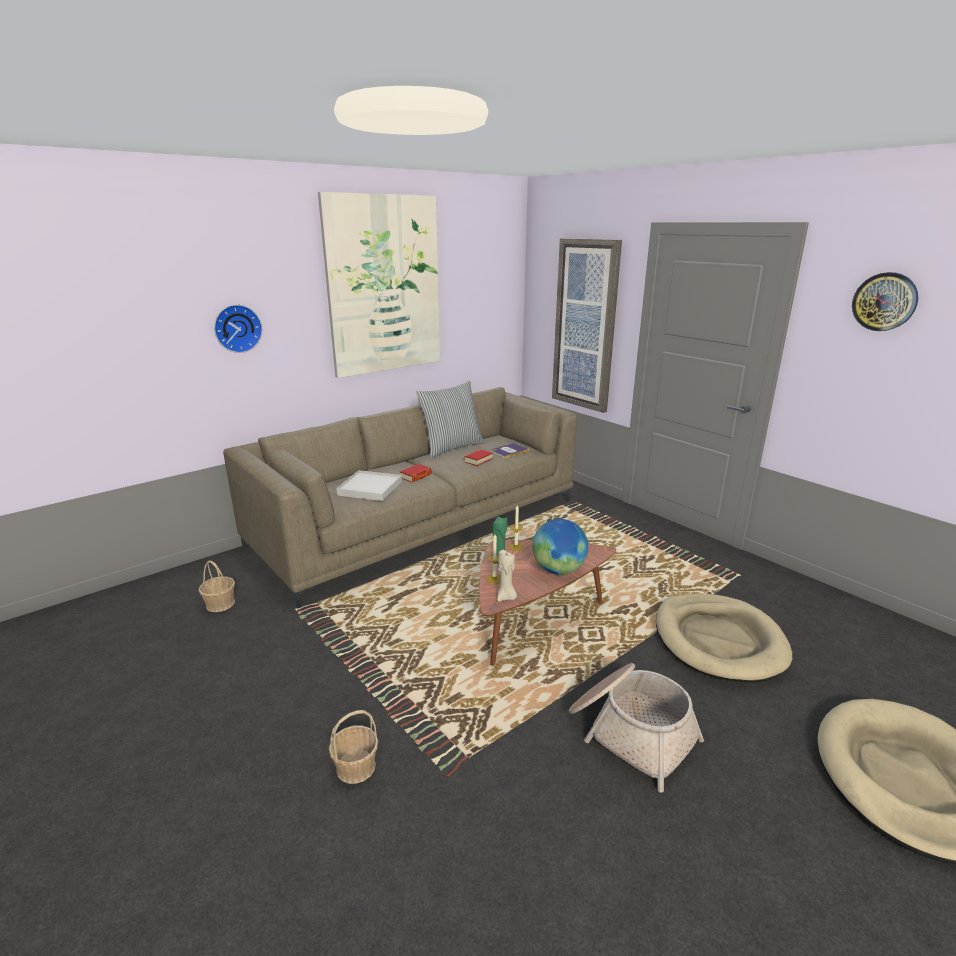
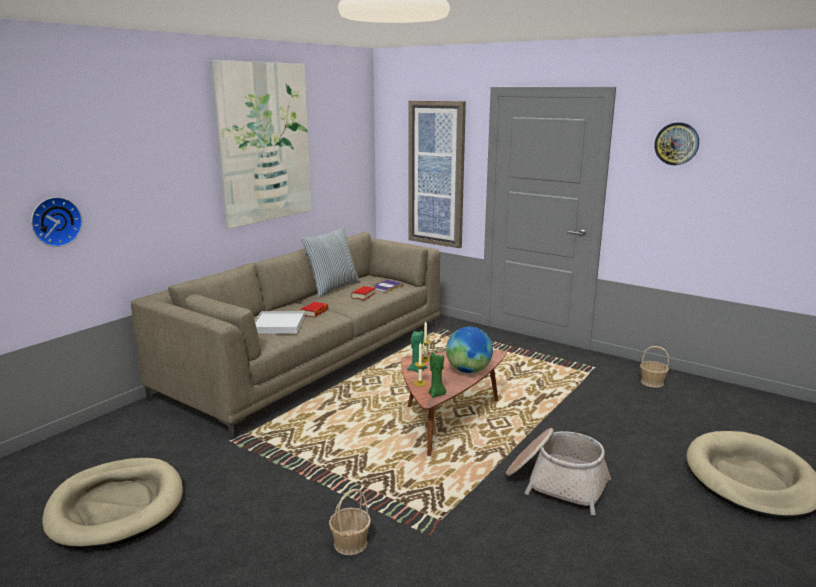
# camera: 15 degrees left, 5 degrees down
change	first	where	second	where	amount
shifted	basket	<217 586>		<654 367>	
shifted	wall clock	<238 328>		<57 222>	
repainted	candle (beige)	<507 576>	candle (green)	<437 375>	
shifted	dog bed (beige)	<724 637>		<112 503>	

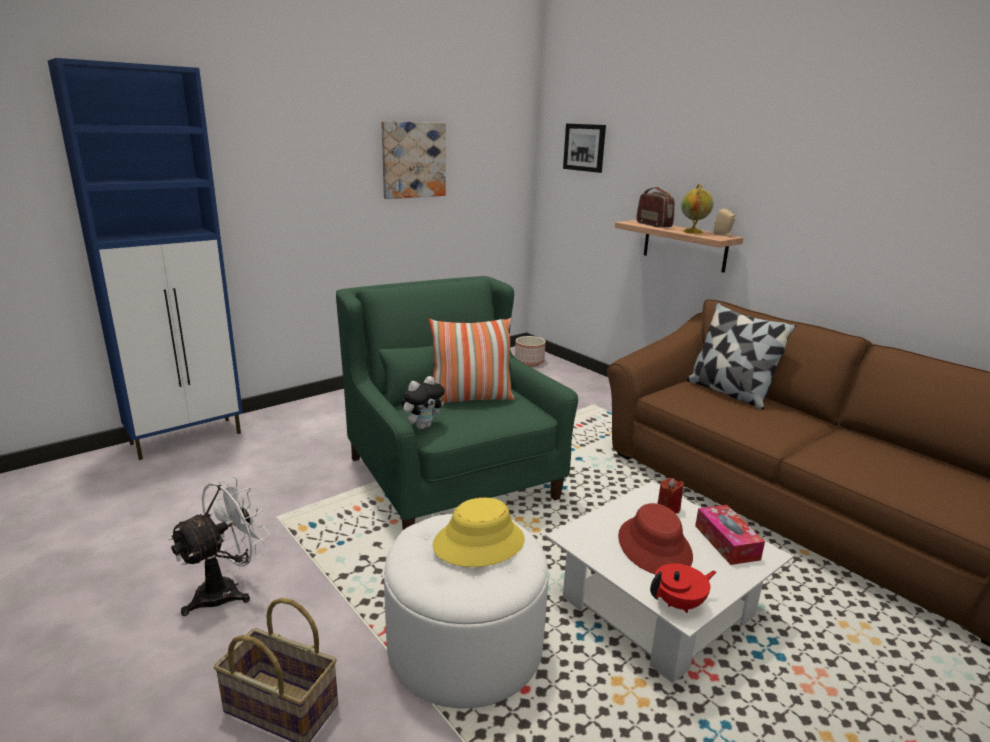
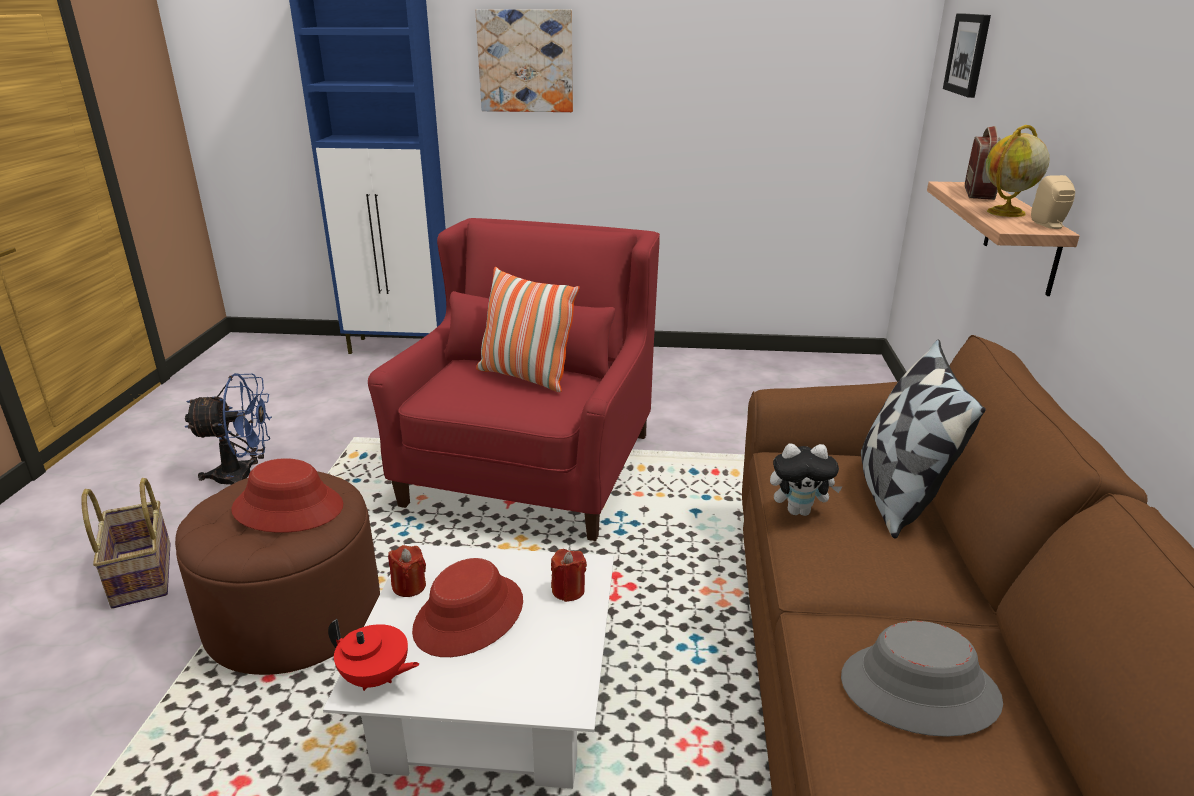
# camera: 45 degrees right, 5 degrees up
change	first	where	second	where	amount
repainted	fan (white)	<219 546>	fan (blue)	<228 429>	
repainted	armchair (green)	<457 403>	armchair (red)	<514 379>	
shifted	picture	<413 160>		<524 60>	
repainted	ottoman (white)	<466 611>	ottoman (brown)	<277 573>	
shifted	plush toy	<423 402>		<806 480>	
repainted	hat (yellow)	<479 532>	hat (red)	<287 495>	
gone	planter	<530 351>			
gone	tissue box	<730 535>			
new			candle (red)	<407 571>	
new			hat (grey)	<922 679>	

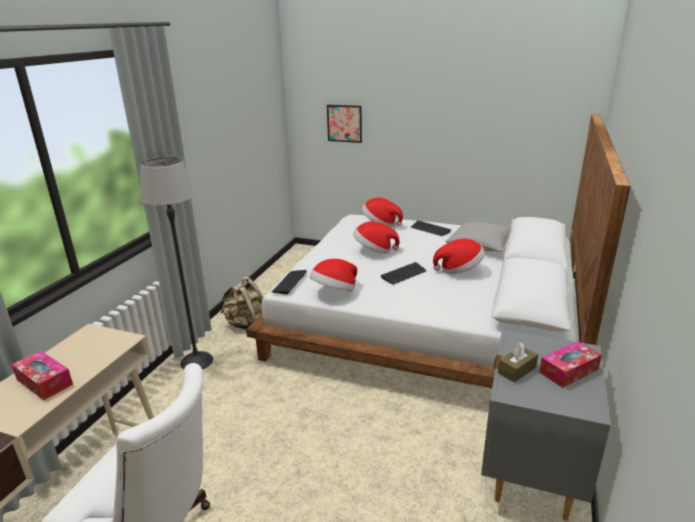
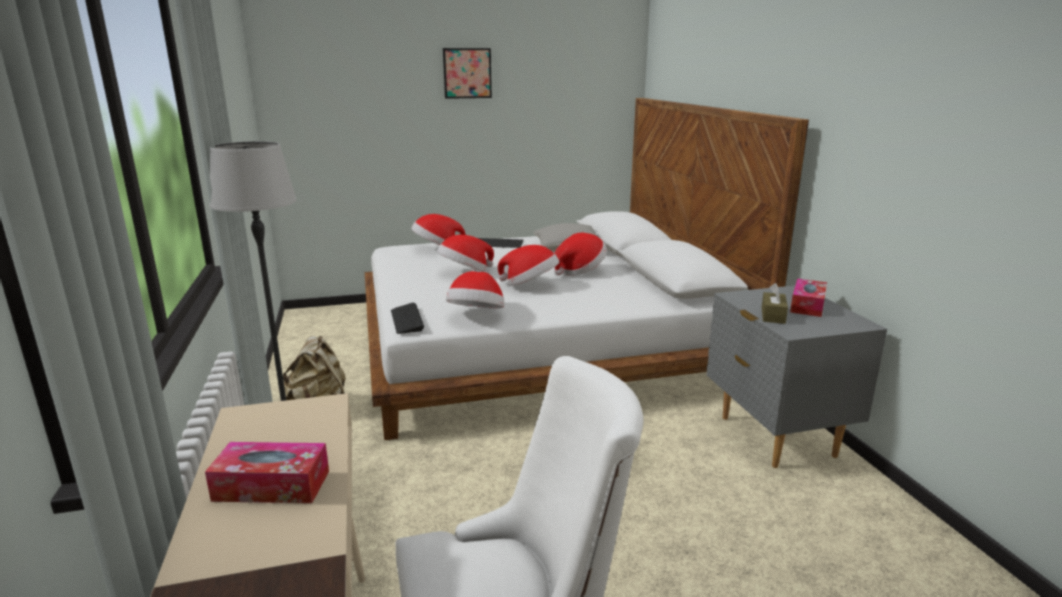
# camera: 35 degrees left, 5 degrees down
change	first	where	second	where	amount
shifted	picture	<344 124>		<467 73>	
swapped	keyboard	<403 273>	hat	<528 265>	

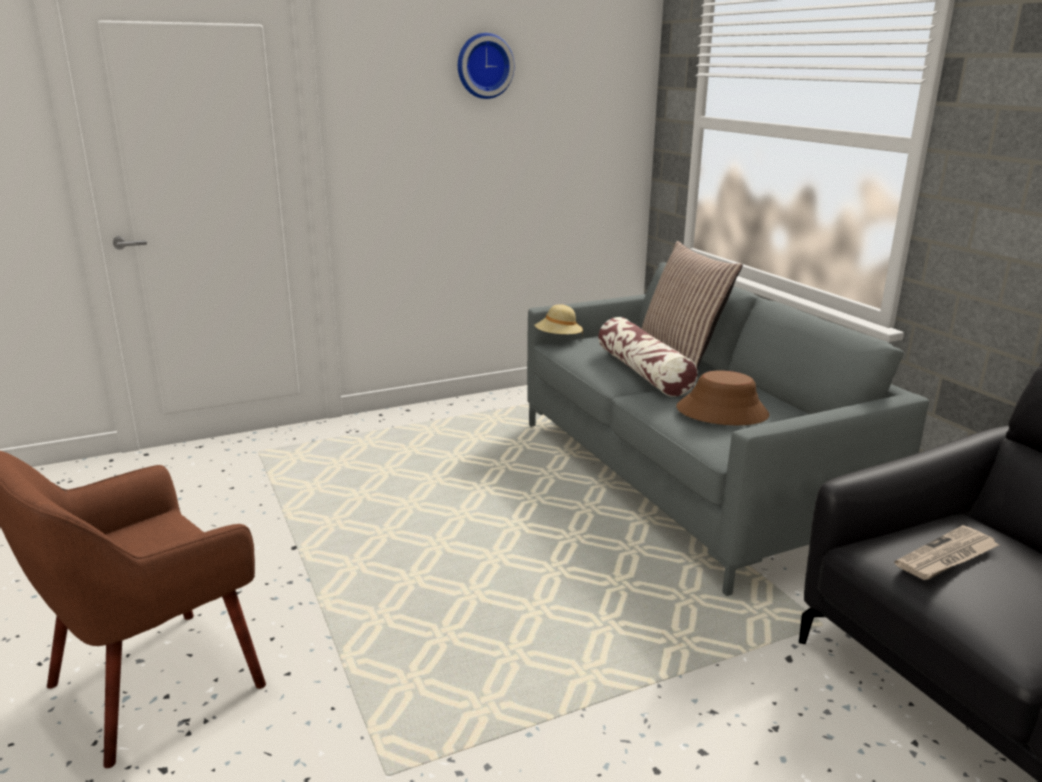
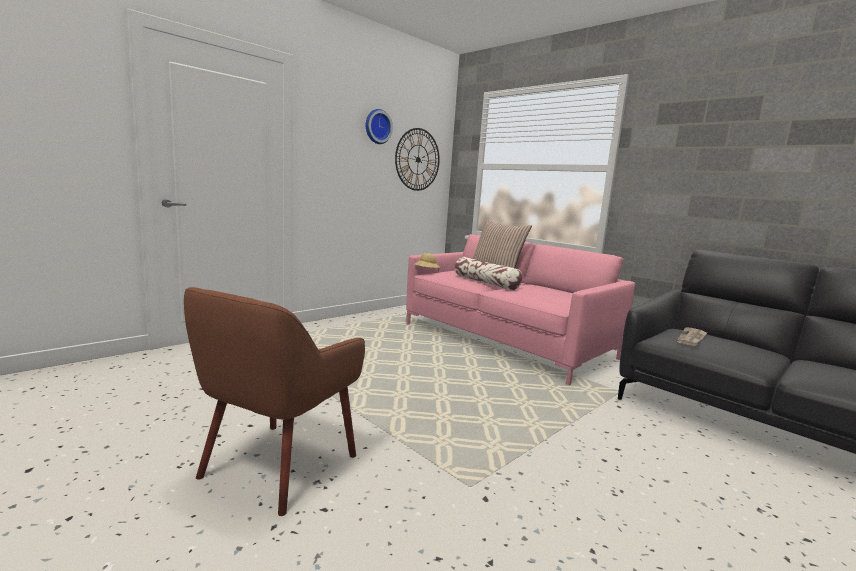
# camera: 20 degrees left, 10 degrees down
change	first	where	second	where	amount
repainted	sofa (grey)	<728 429>	sofa (pink)	<520 309>	
gone	hat (brown)	<722 398>			
new			wall clock	<417 159>	

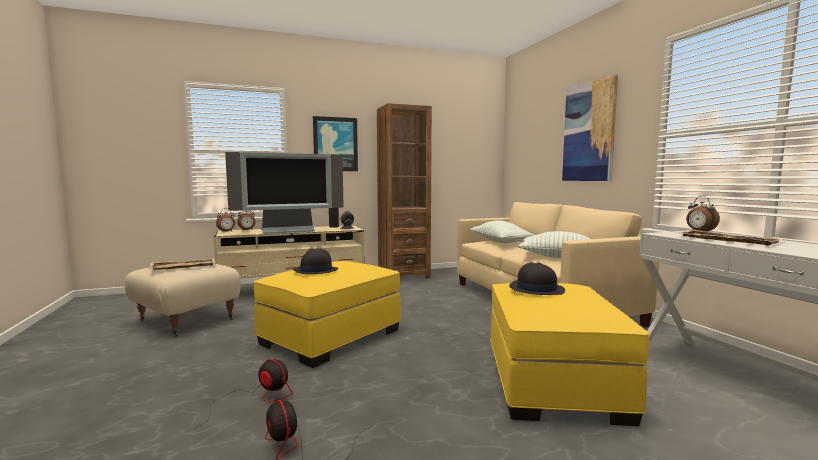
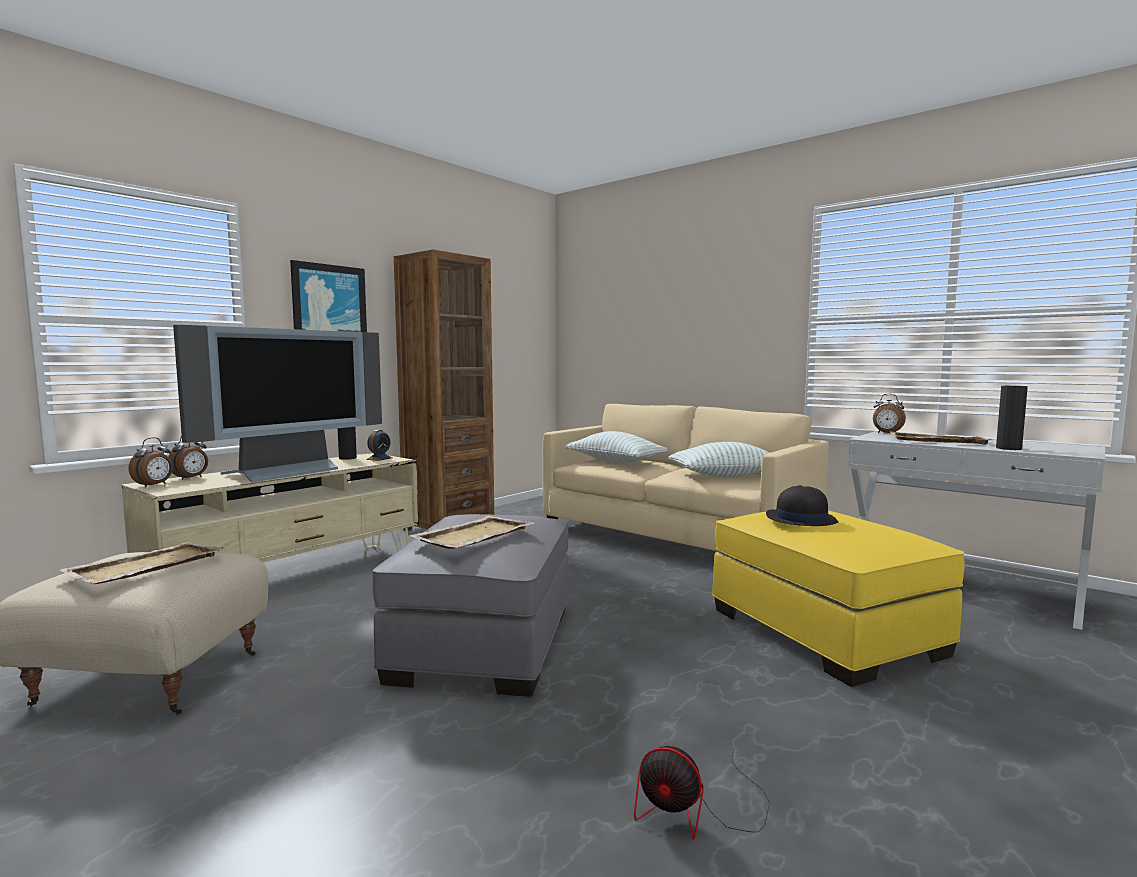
# camera: 30 degrees left, 0 degrees up
change	first	where	second	where	amount
gone	fan	<243 394>			
repainted	ottoman (yellow)	<327 314>	ottoman (grey)	<470 605>	
swapped	hat (black)	<315 261>	tray (beige)	<471 532>	
gone	picture	<590 128>			
new			vase (black)	<1012 418>	

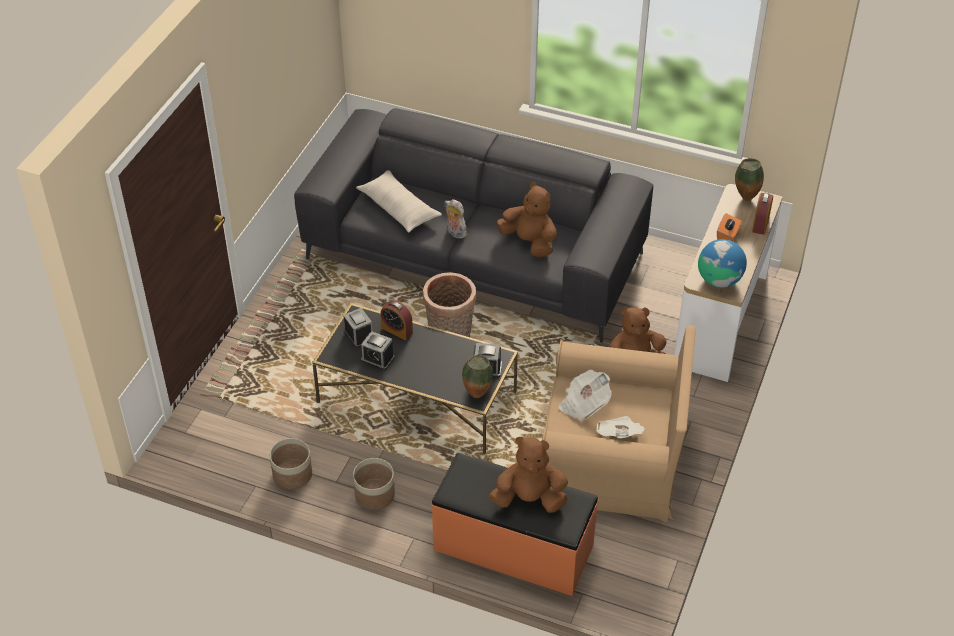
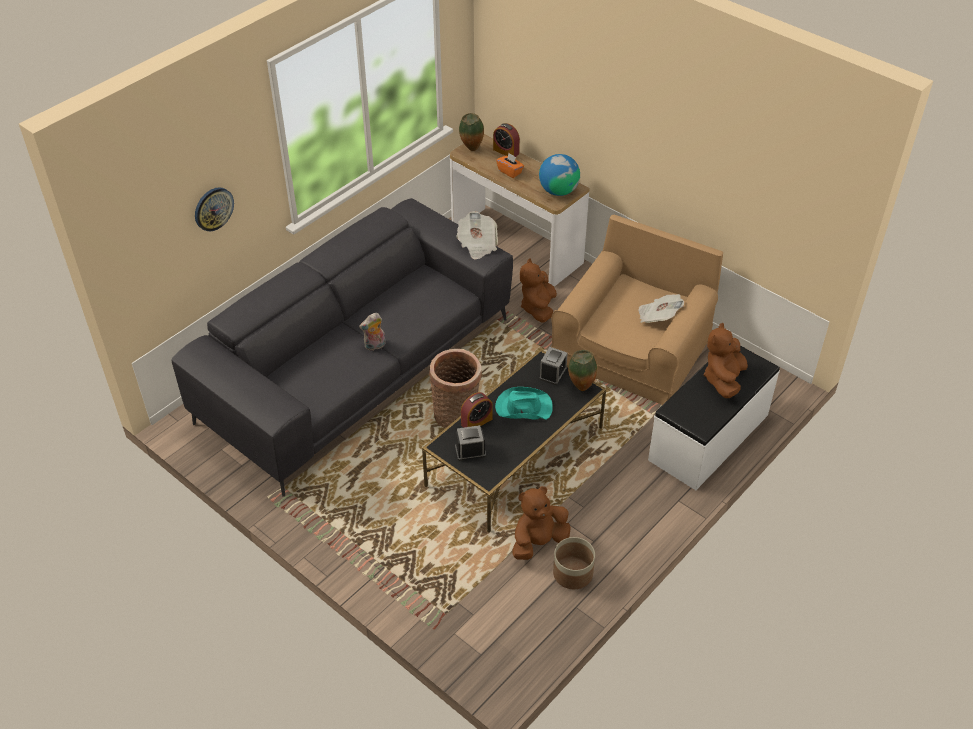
# camera: 70 degrees left, 0 degrees up
change	first	where	second	where	amount
gone	planter	<374 484>			
gone	pillow (beige)	<399 201>			
gone	alarm clock	<378 350>			
repainted	bench (orange)	<515 524>	bench (white)	<714 417>	
shifted	plush toy (brown)	<526 219>		<541 523>	
shifted	newspaper	<585 395>		<477 235>	
new			wall clock	<214 209>	
new			hat (turquoise)	<524 403>	

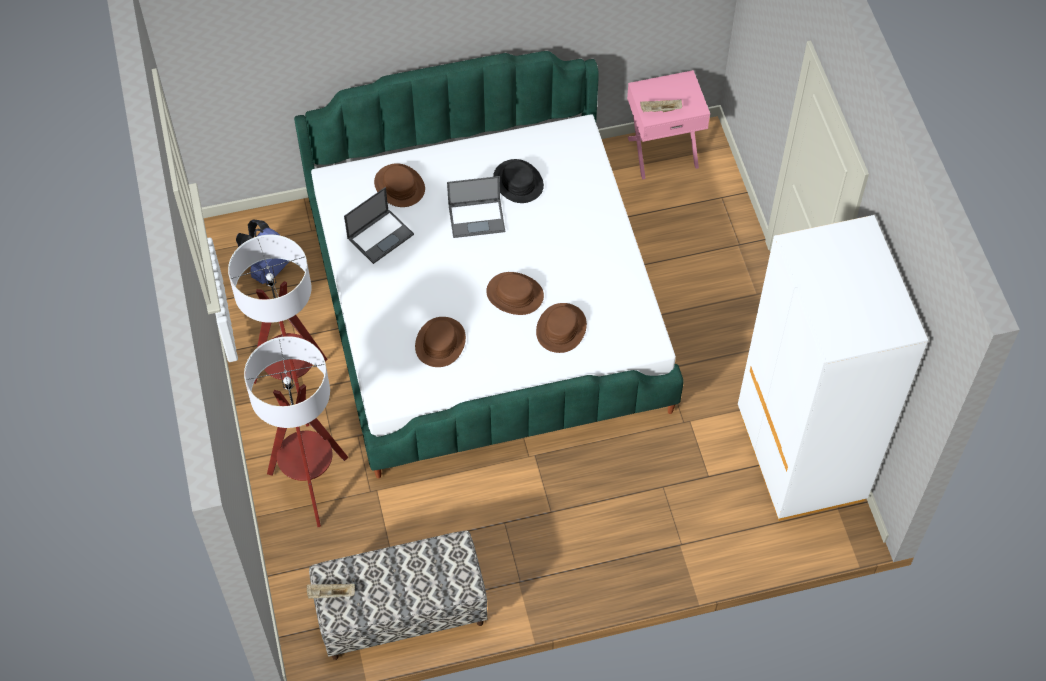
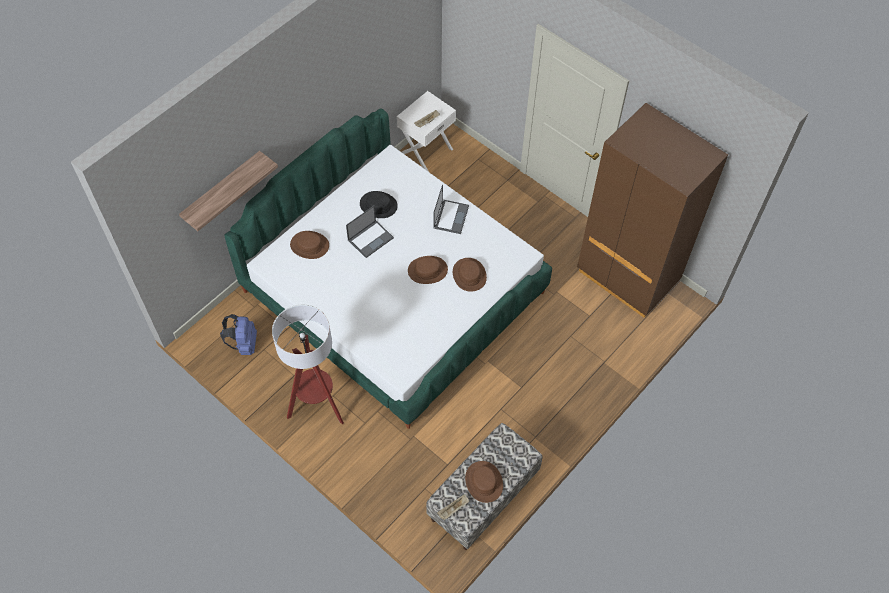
# camera: 35 degrees left, 0 degrees up
change	first	where	second	where	amount
gone	floor lamp	<296 431>			
shifted	laptop	<379 225>		<451 209>	
shifted	hat (brown)	<440 342>		<484 482>	
repainted	nightstand (pink)	<668 125>	nightstand (white)	<426 131>	
repainted	wardrobe (white)	<833 368>	wardrobe (brown)	<652 210>	
new			shelf	<228 191>	

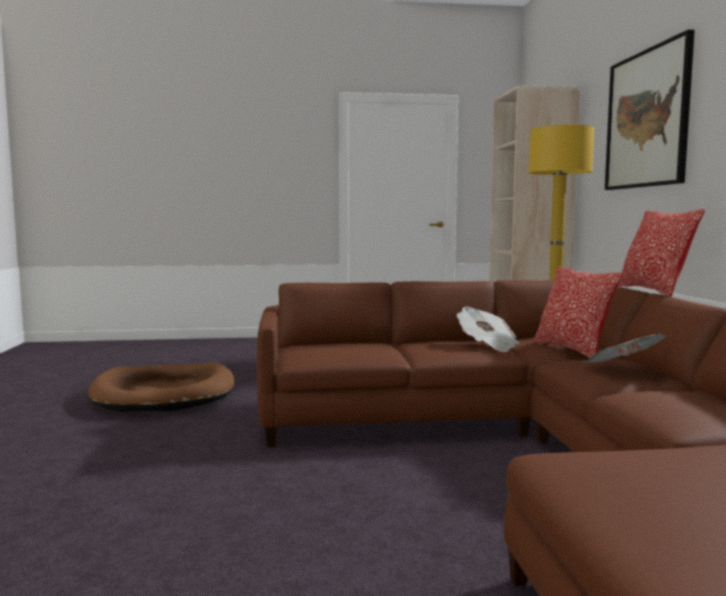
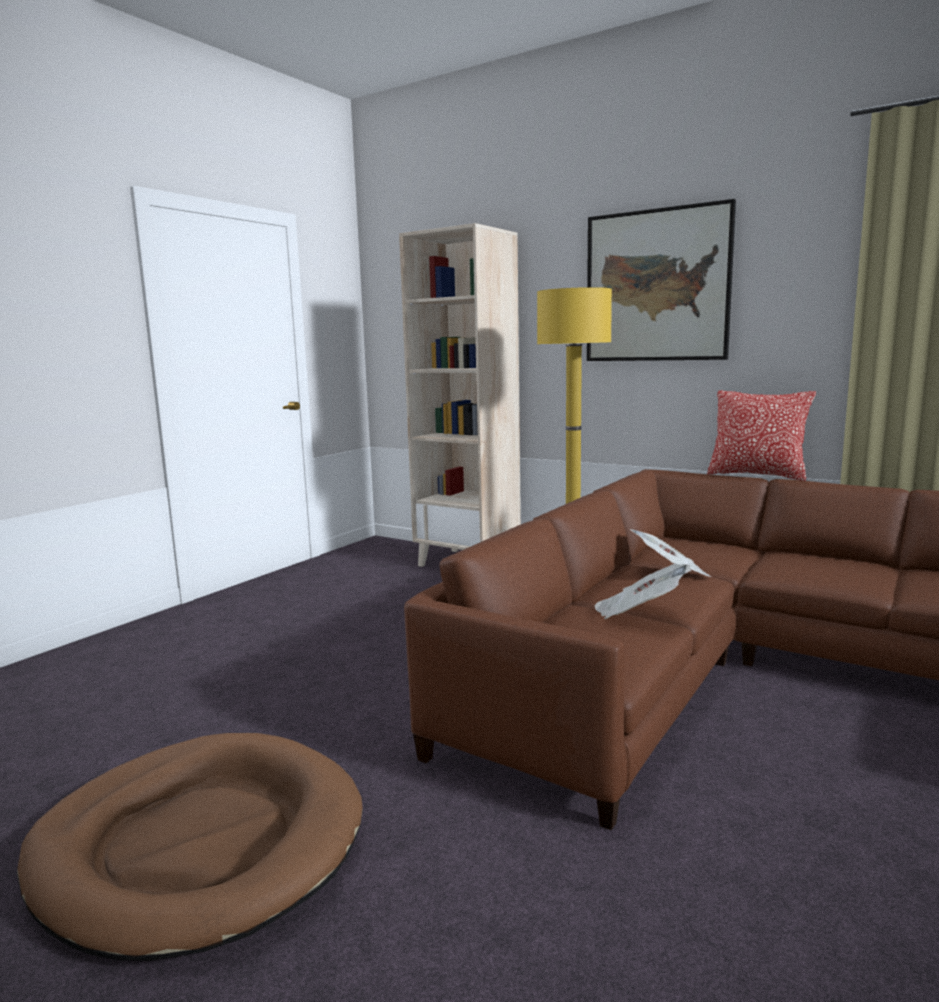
# camera: 50 degrees left, 5 degrees up
change	first	where	second	where	amount
gone	pillow	<578 312>			
shifted	newspaper	<625 348>		<642 591>	

